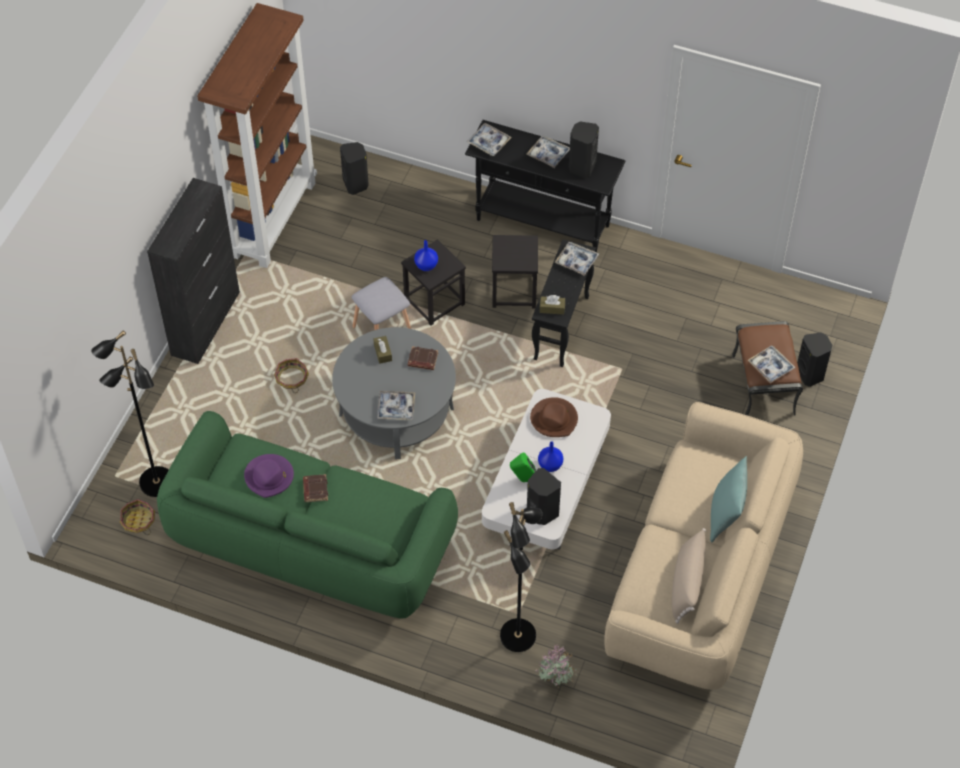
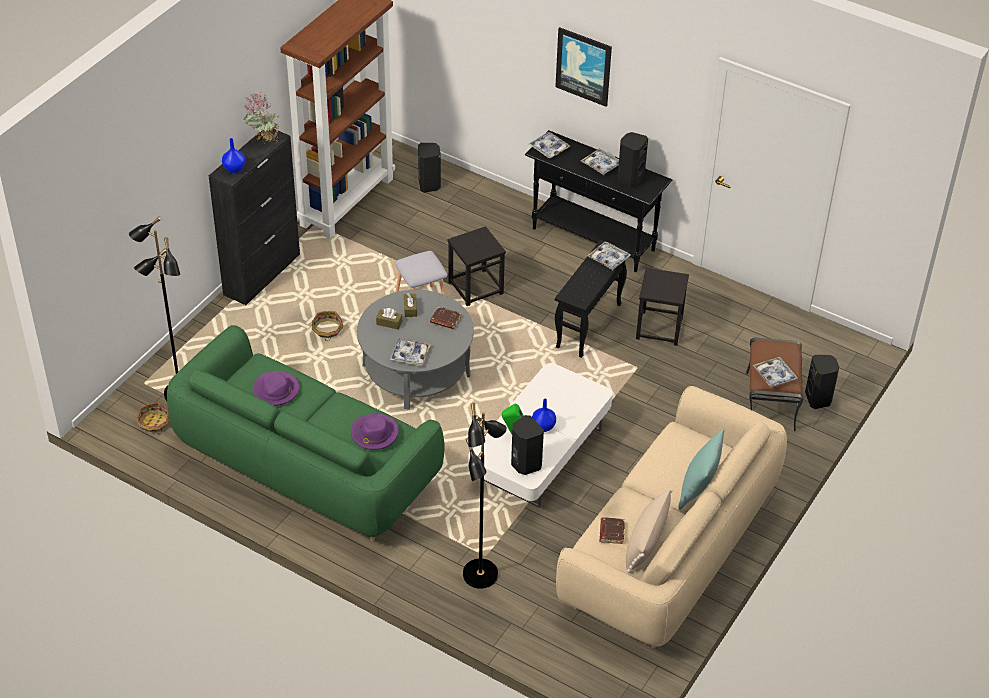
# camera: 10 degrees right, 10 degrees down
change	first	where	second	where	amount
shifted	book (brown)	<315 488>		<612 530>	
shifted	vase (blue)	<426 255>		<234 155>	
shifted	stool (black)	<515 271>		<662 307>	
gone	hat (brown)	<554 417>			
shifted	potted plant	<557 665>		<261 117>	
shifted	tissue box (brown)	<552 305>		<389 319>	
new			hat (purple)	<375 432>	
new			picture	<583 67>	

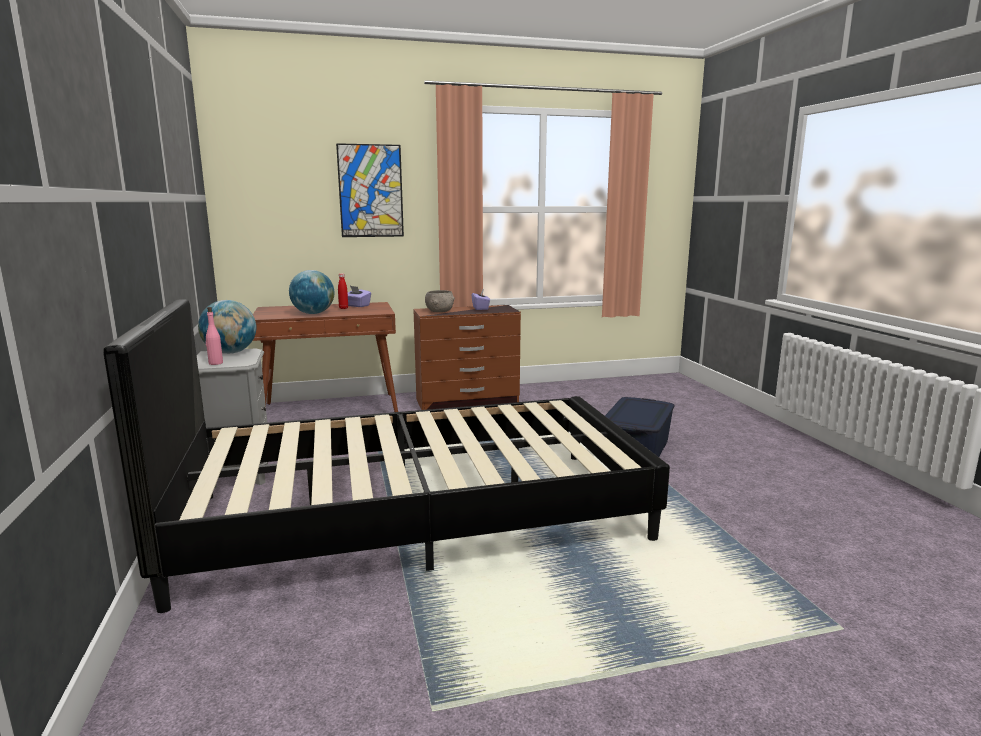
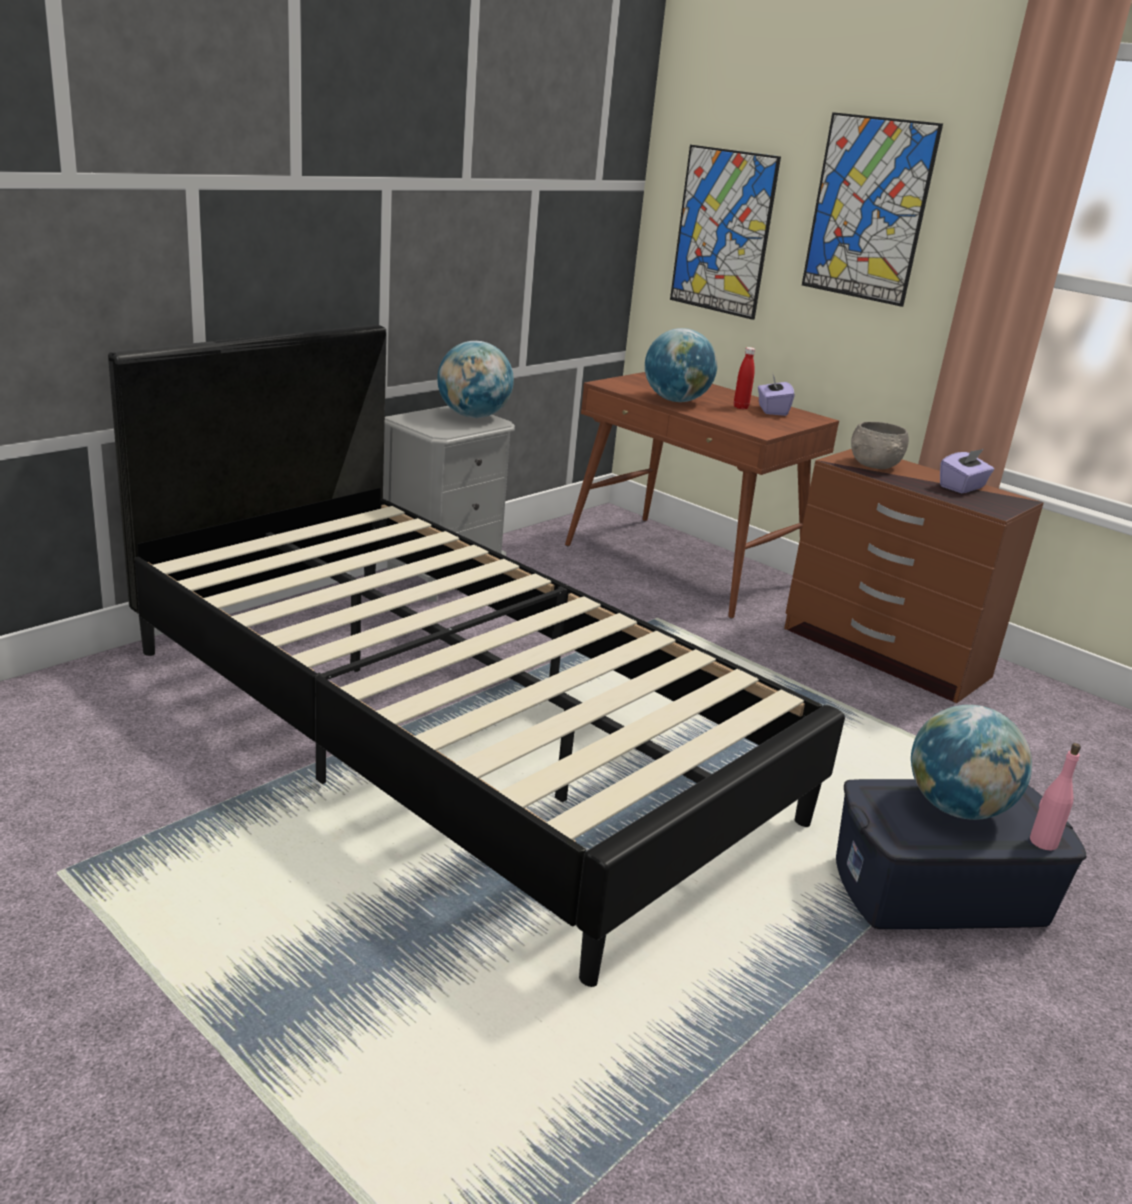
# camera: 55 degrees right, 10 degrees up
change	first	where	second	where	amount
shifted	bottle (pink)	<214 336>		<1055 796>	
new			picture	<725 232>	
new			globe	<971 762>	

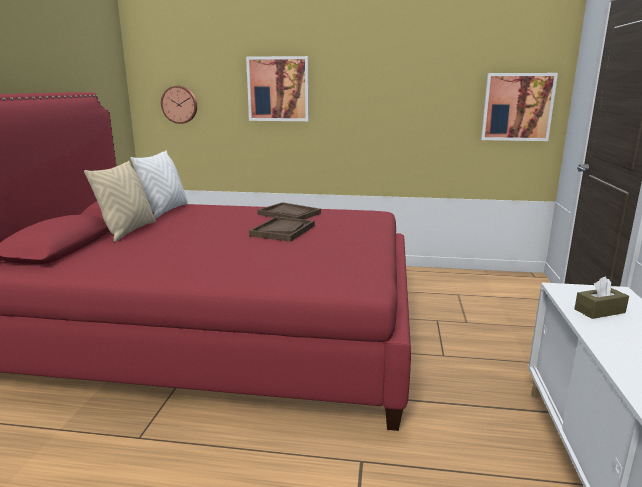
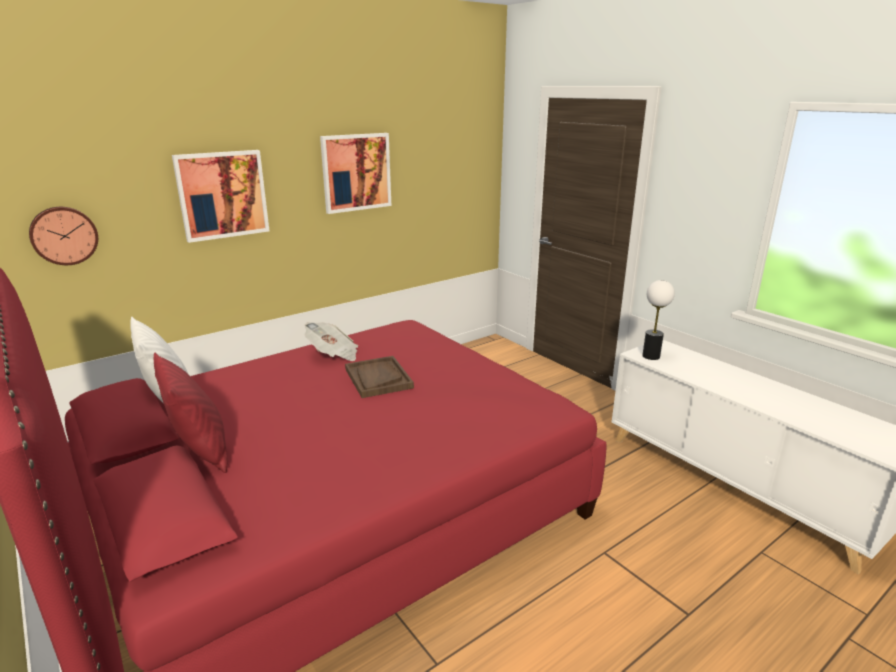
# camera: 45 degrees left, 5 degrees up
change	first	where	second	where	amount
repainted	pillow (beige)	<119 201>	pillow (red)	<191 413>	
swapped	tray (brown)	<289 211>	newspaper	<331 341>	
shifted	picture	<519 107>		<355 173>	
gone	tissue box (brown)	<601 297>			
new			table lamp	<658 320>	

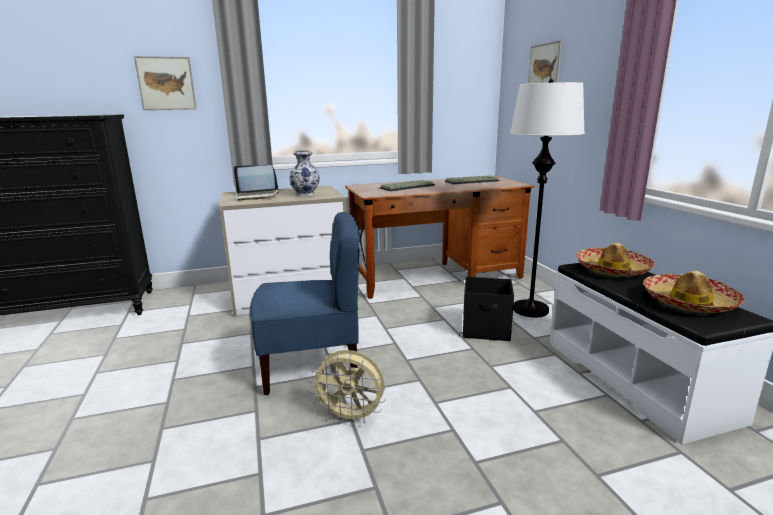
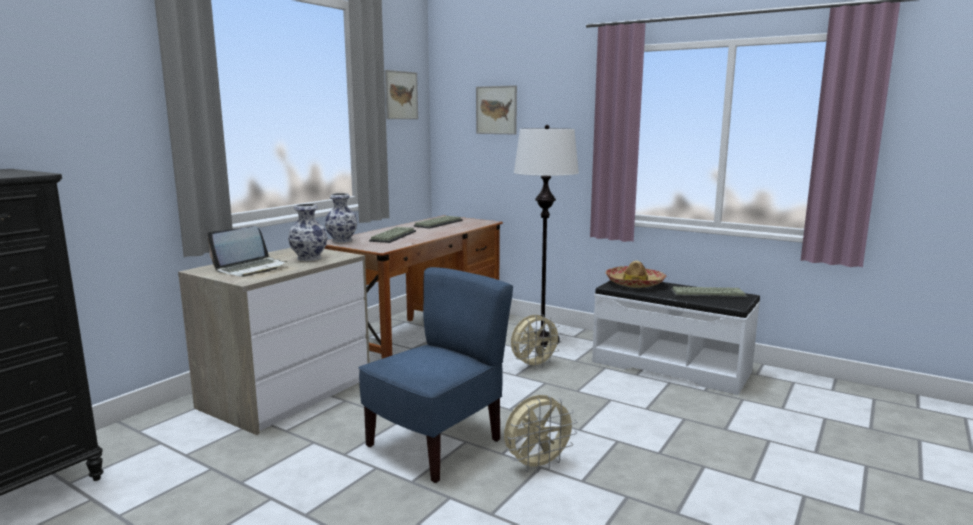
# camera: 40 degrees left, 5 degrees down
change	first	where	second	where	amount
shifted	picture	<165 83>		<401 94>	
swapped	storage box (black)	<488 309>	fan (beige)	<536 341>	
swapped	hat	<694 292>	keyboard	<709 293>	
new			vase	<341 218>	

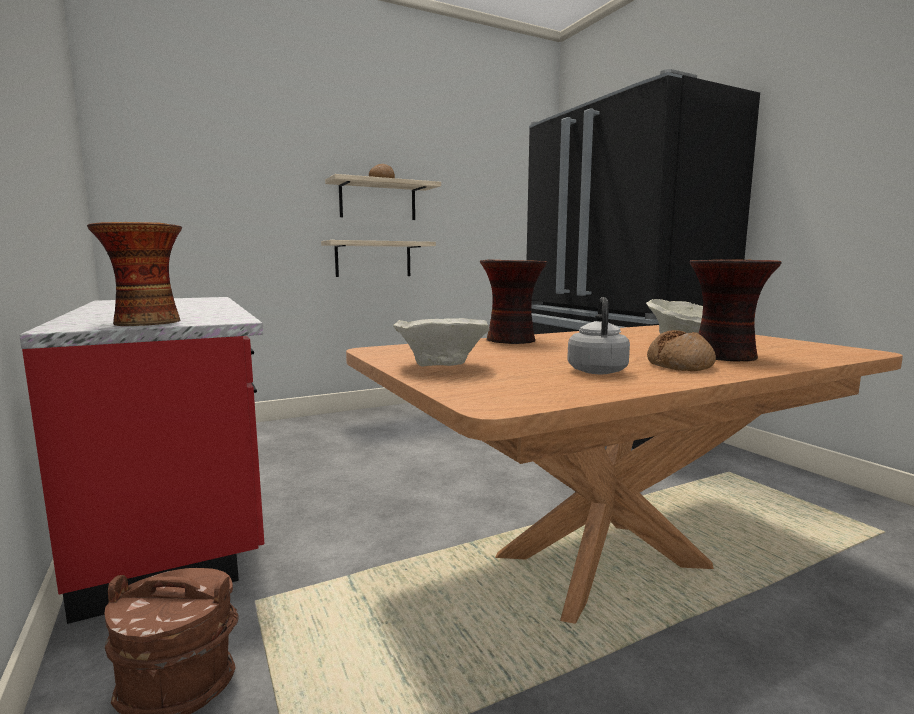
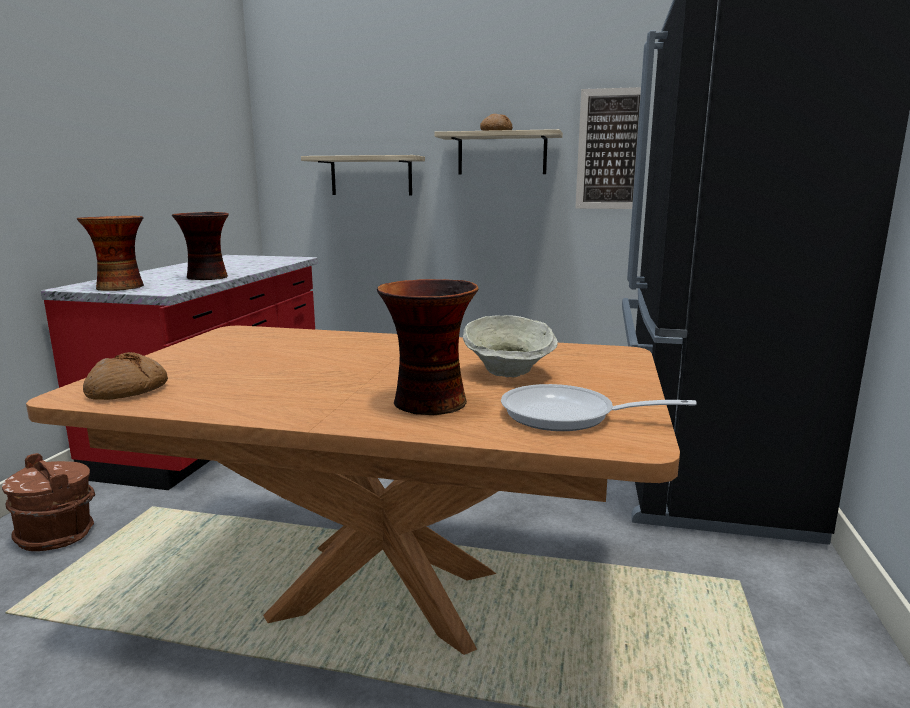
# camera: 40 degrees right, 5 degrees up
change	first	where	second	where	amount
shifted	shelf	<378 258>		<363 175>	
gone	bowl (beige)	<441 342>			
shifted	vase	<513 301>		<200 246>	
gone	kettle (grey)	<598 335>			
shifted	bread	<681 350>		<125 376>	
new			frying pan	<599 407>	
new			picture	<608 148>	

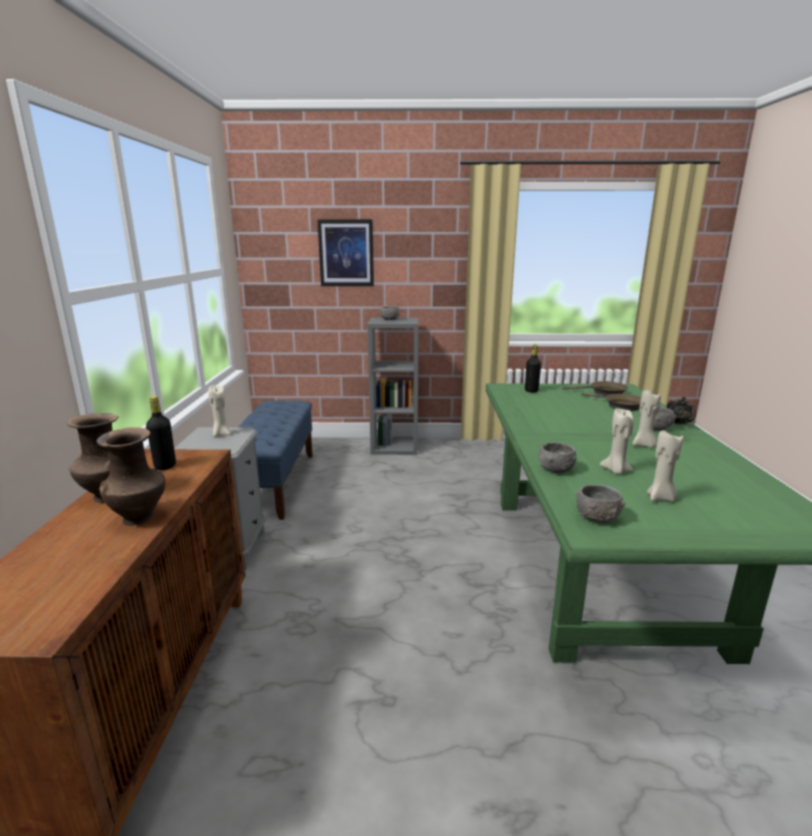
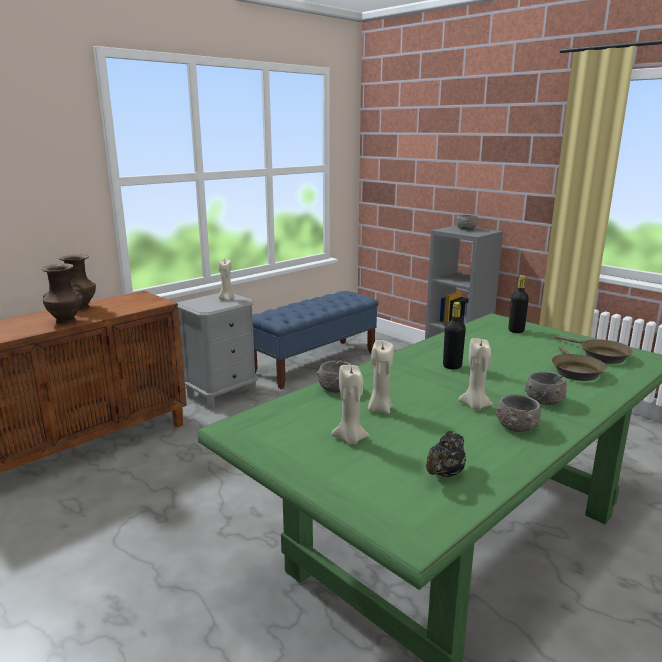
# camera: 45 degrees right, 0 degrees up
change	first	where	second	where	amount
shifted	bottle (black)	<161 433>		<454 335>	
gone	picture	<345 252>			
shifted	bowl (grey)	<600 503>		<518 413>	
shifted	teapot (black)	<681 410>		<446 454>	

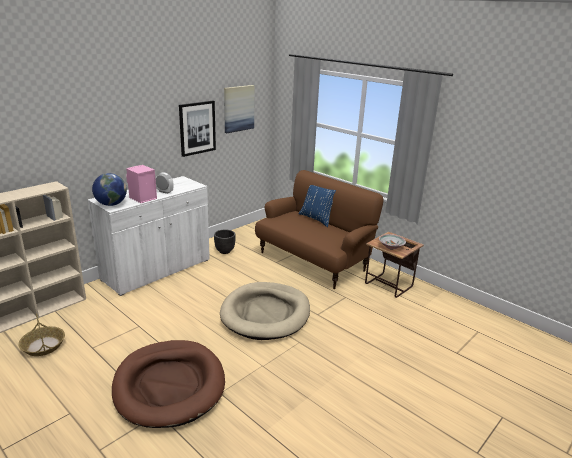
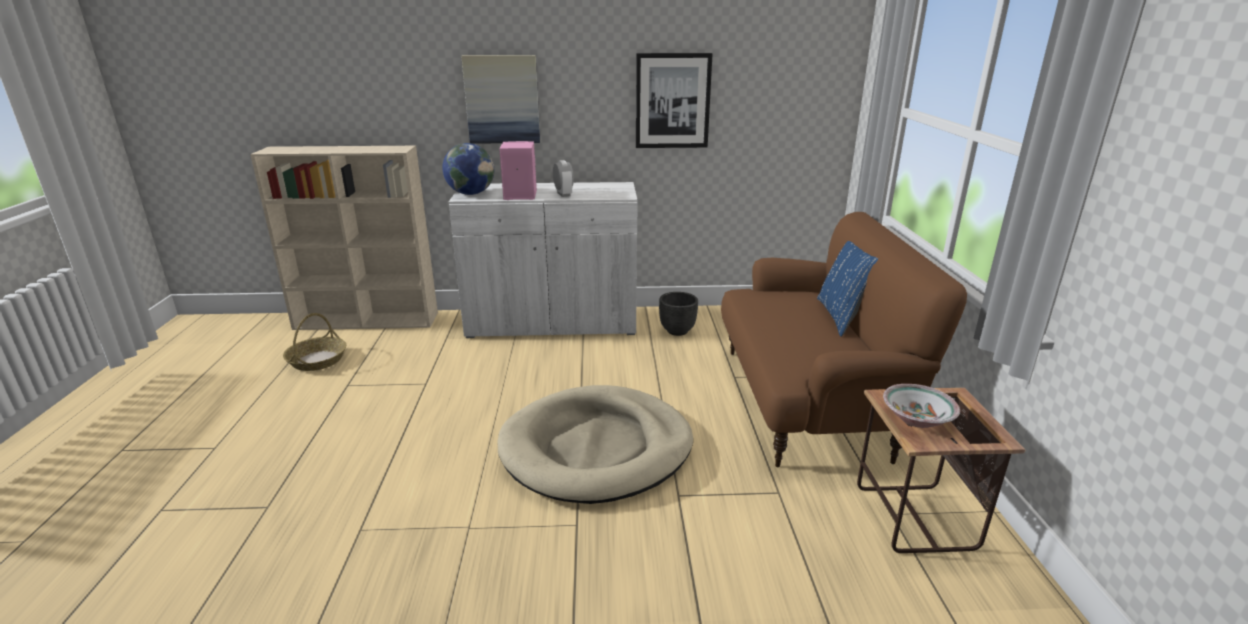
# camera: 45 degrees right, 0 degrees up
change	first	where	second	where	amount
gone	dog bed (brown)	<168 384>			
shifted	picture	<239 109>		<500 99>	

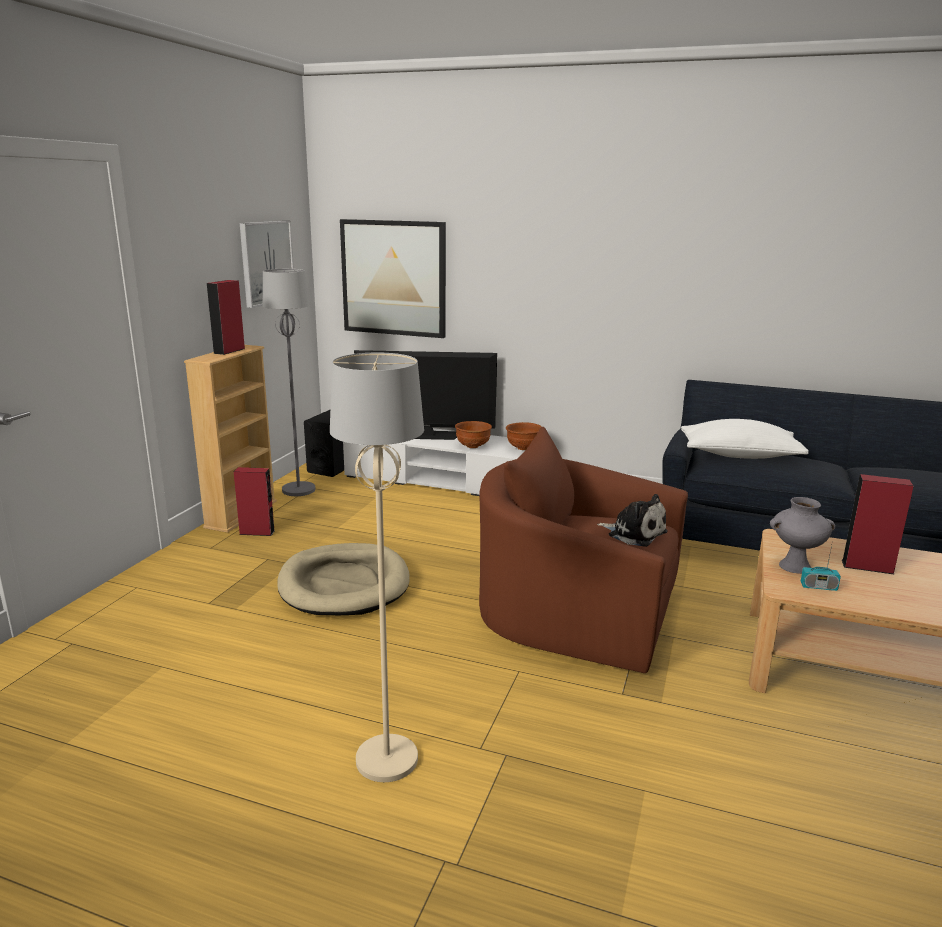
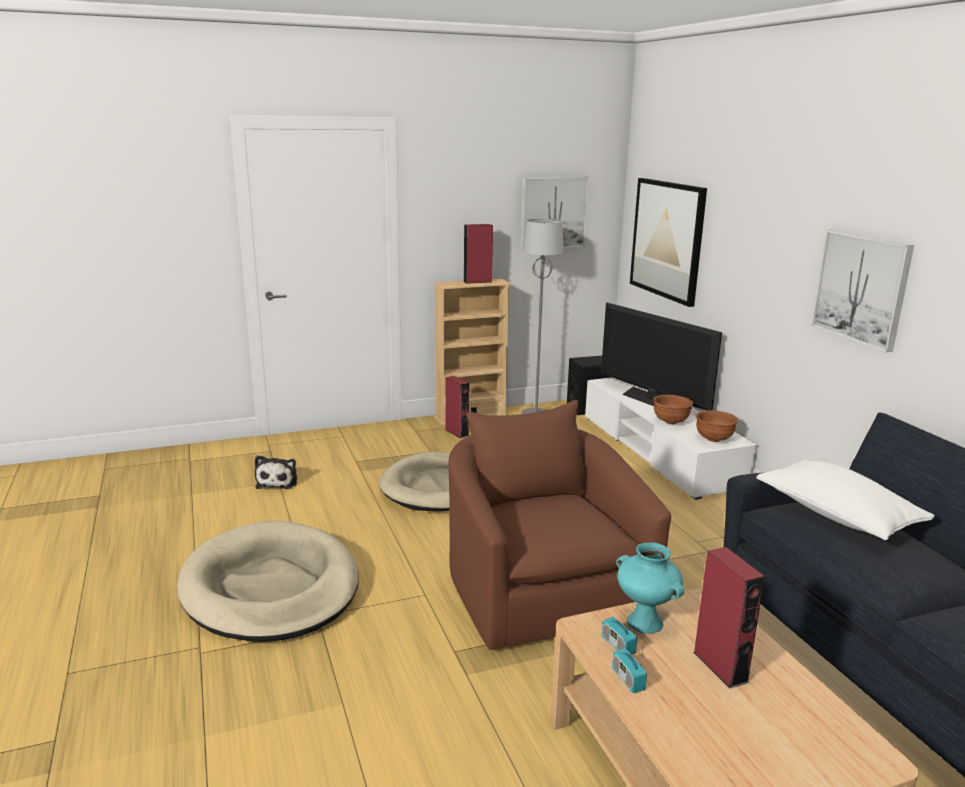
# camera: 50 degrees right, 0 degrees up
change	first	where	second	where	amount
swapped	floor lamp (beige)	<377 567>	dog bed (beige)	<267 581>	
shifted	plush toy	<632 520>		<276 472>	
repainted	vase (grey)	<803 535>	vase (turquoise)	<650 588>	
new			radio	<629 662>	
new			picture	<862 291>	

